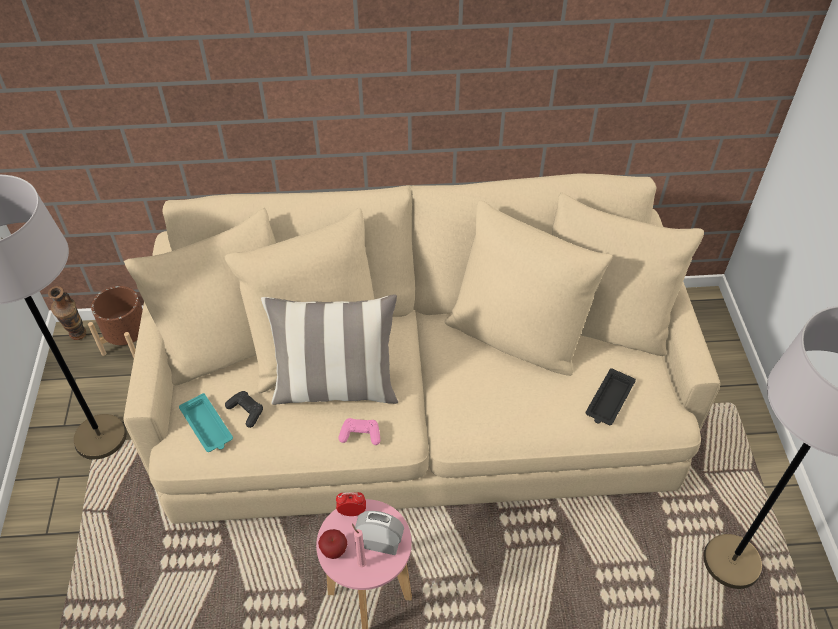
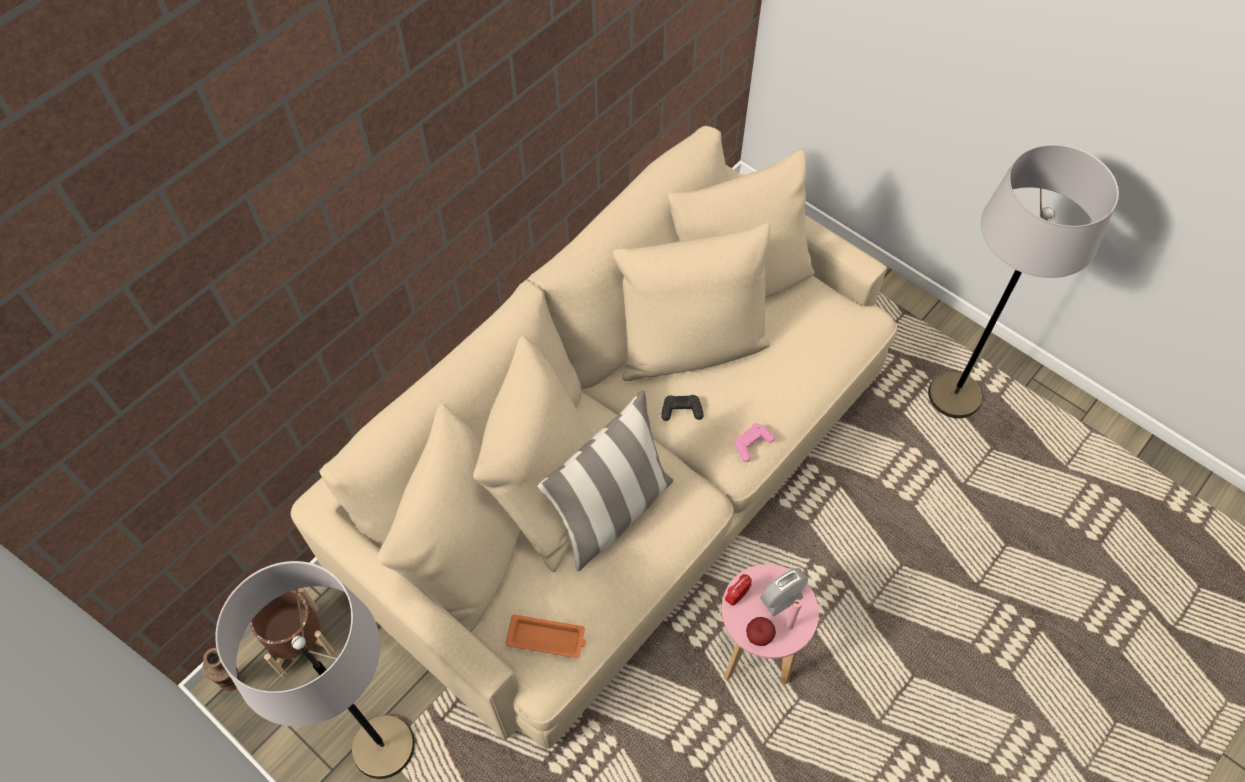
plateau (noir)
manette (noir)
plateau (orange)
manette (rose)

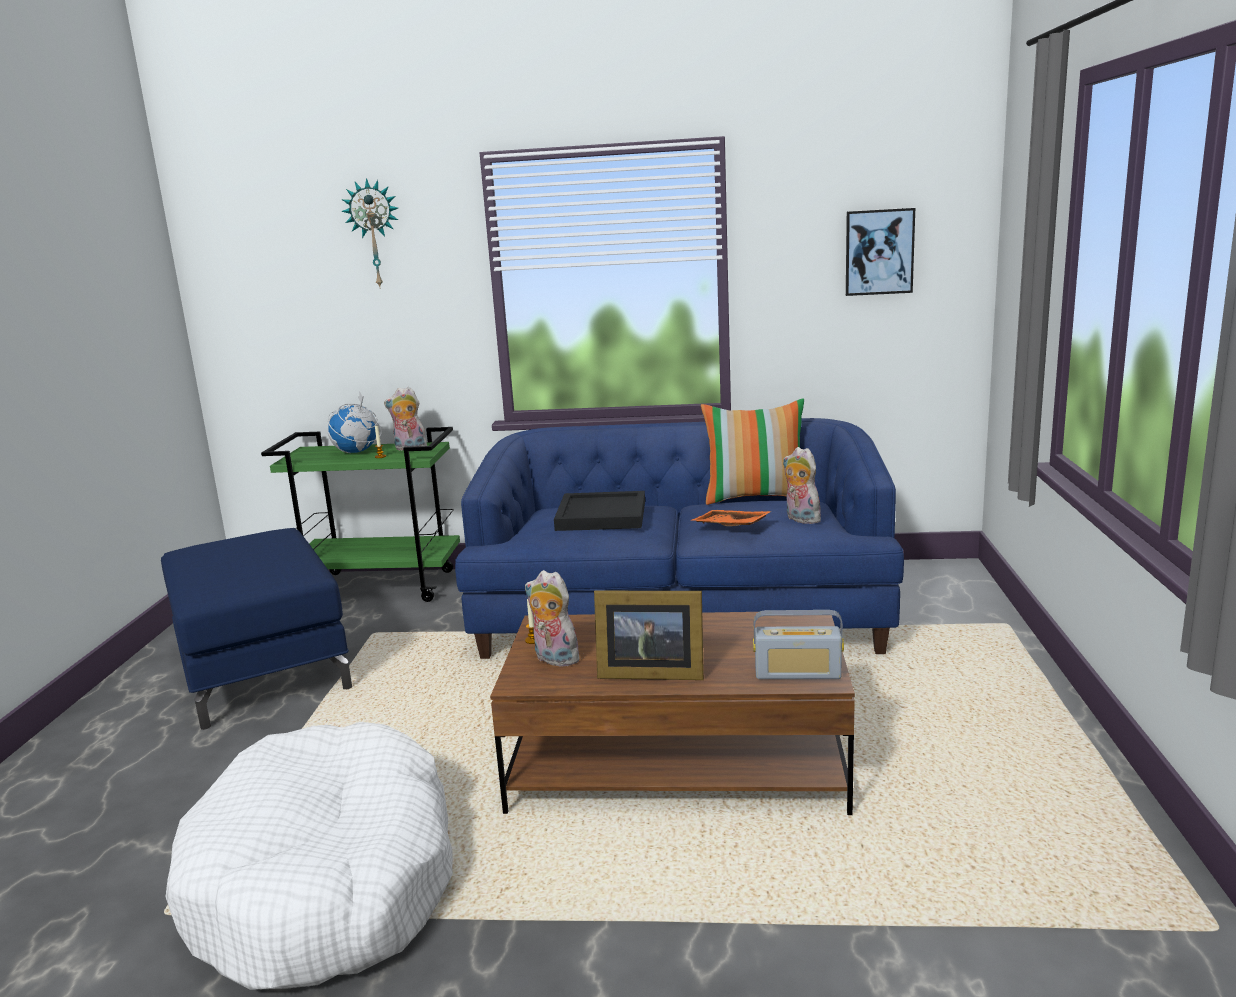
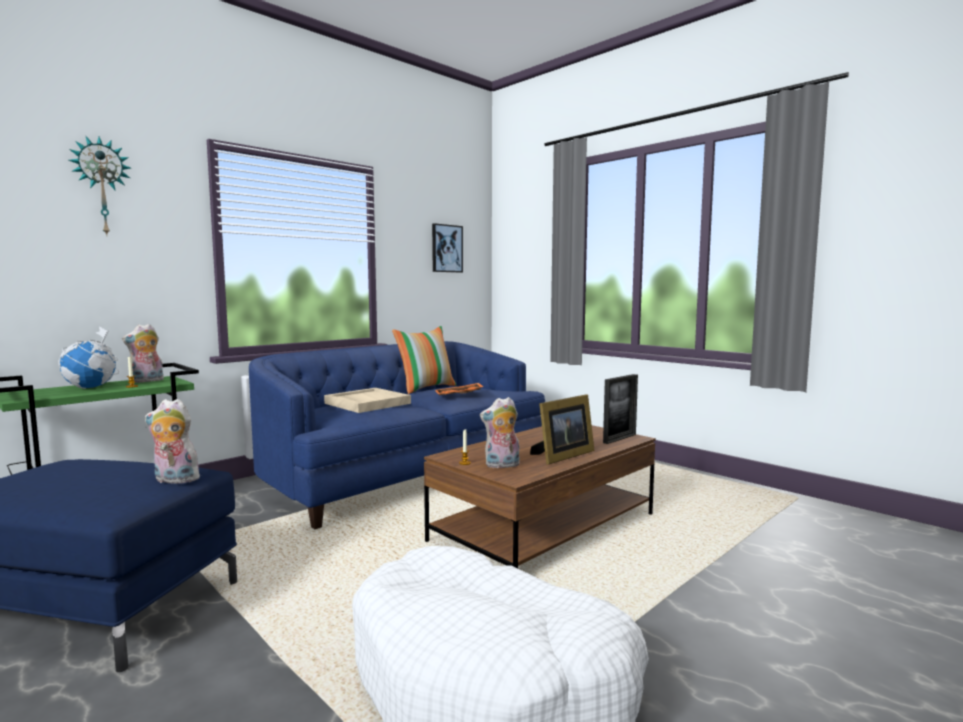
peluche (2nd from left)
plateau (beige)
cadre photo (2nd from left)

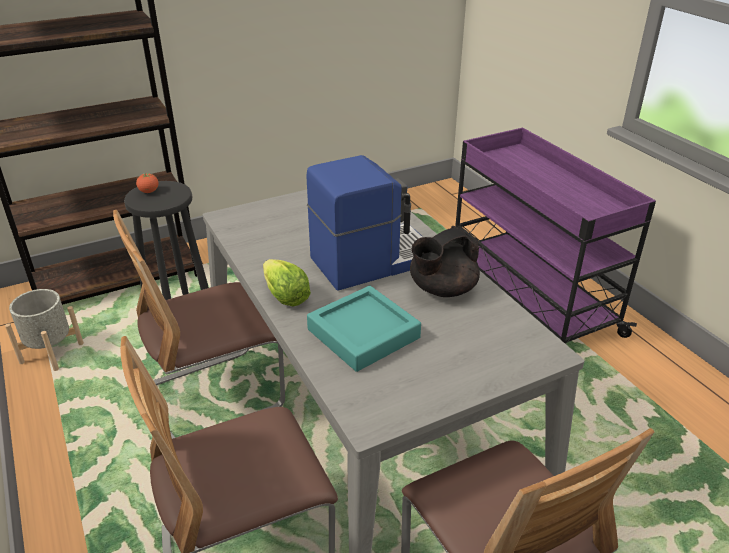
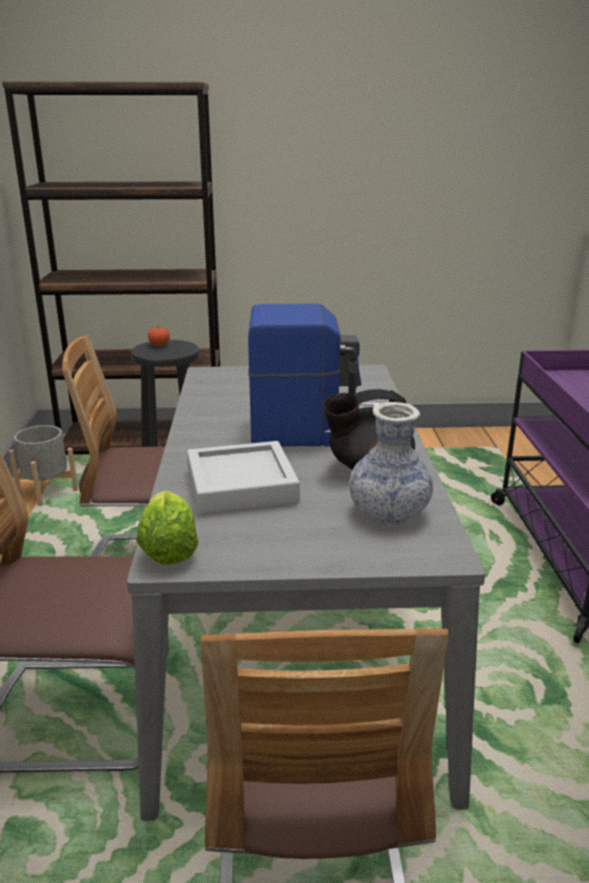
laitue
plateau (gris)
vase

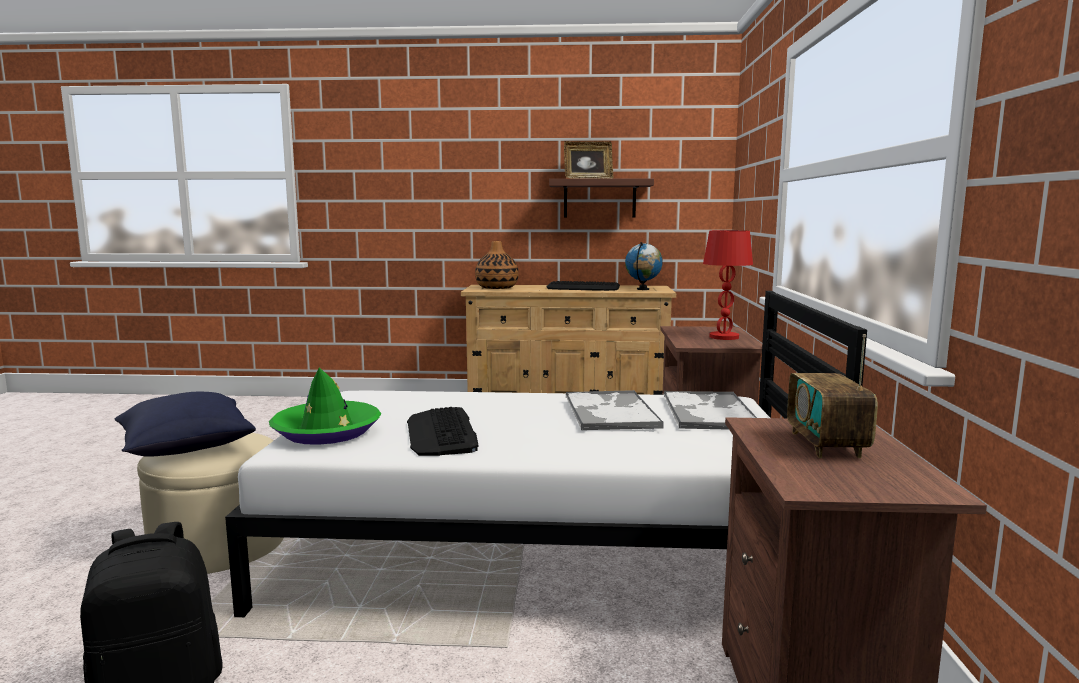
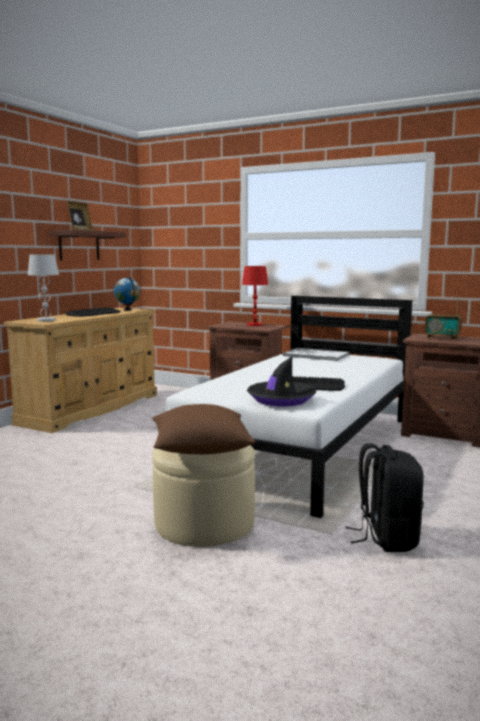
lampe de table (blanc)
chapeau (noir)
plateau (1st from left in the first image)
coussin (marron)

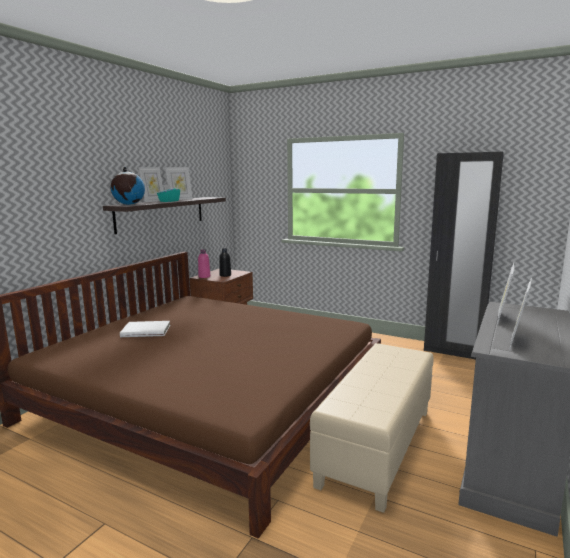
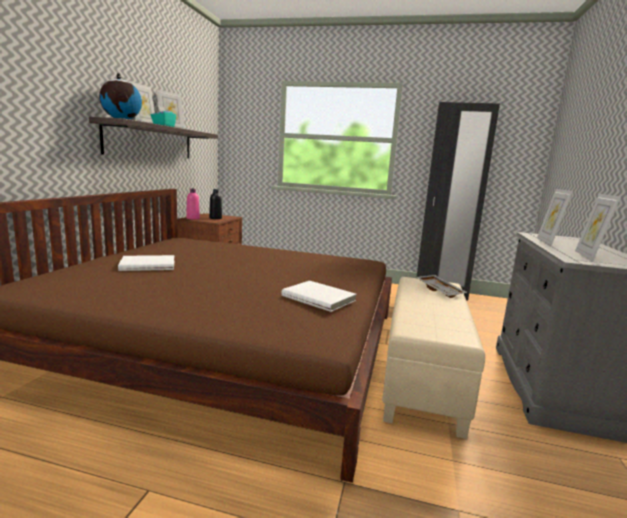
plateau (gris)
livre (blanc) (2nd from left)

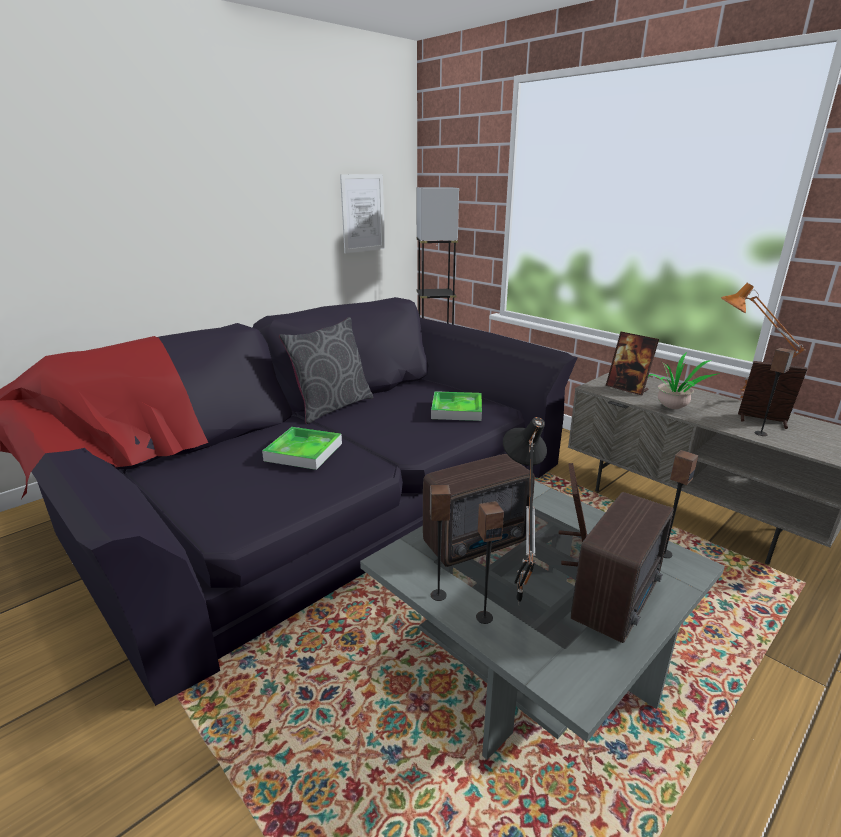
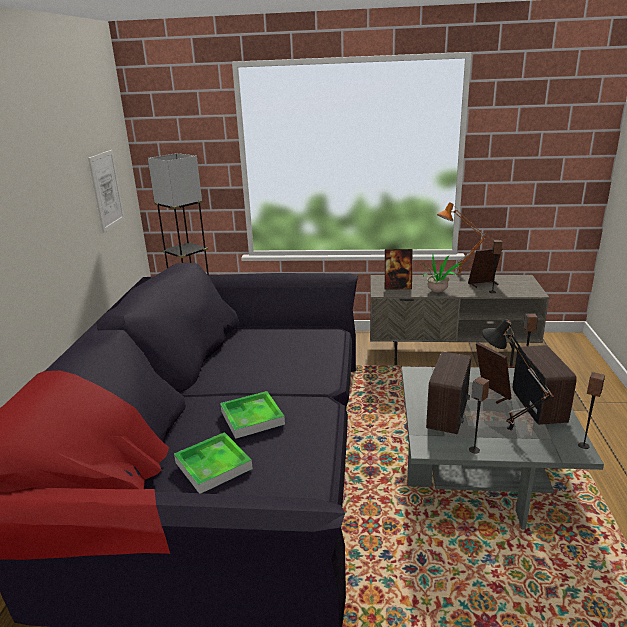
coussin (gris)
plateau (1st from left)
enceinte (4th from left)

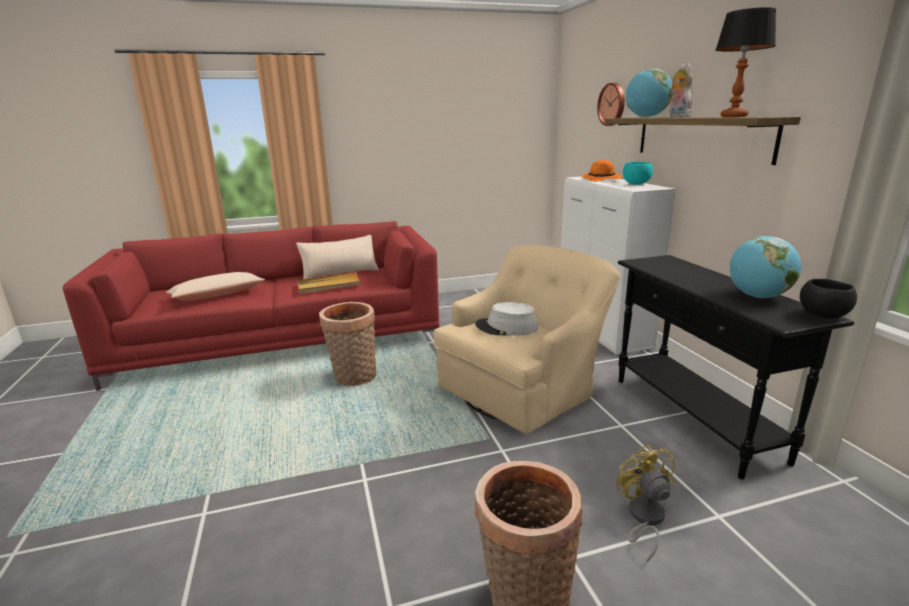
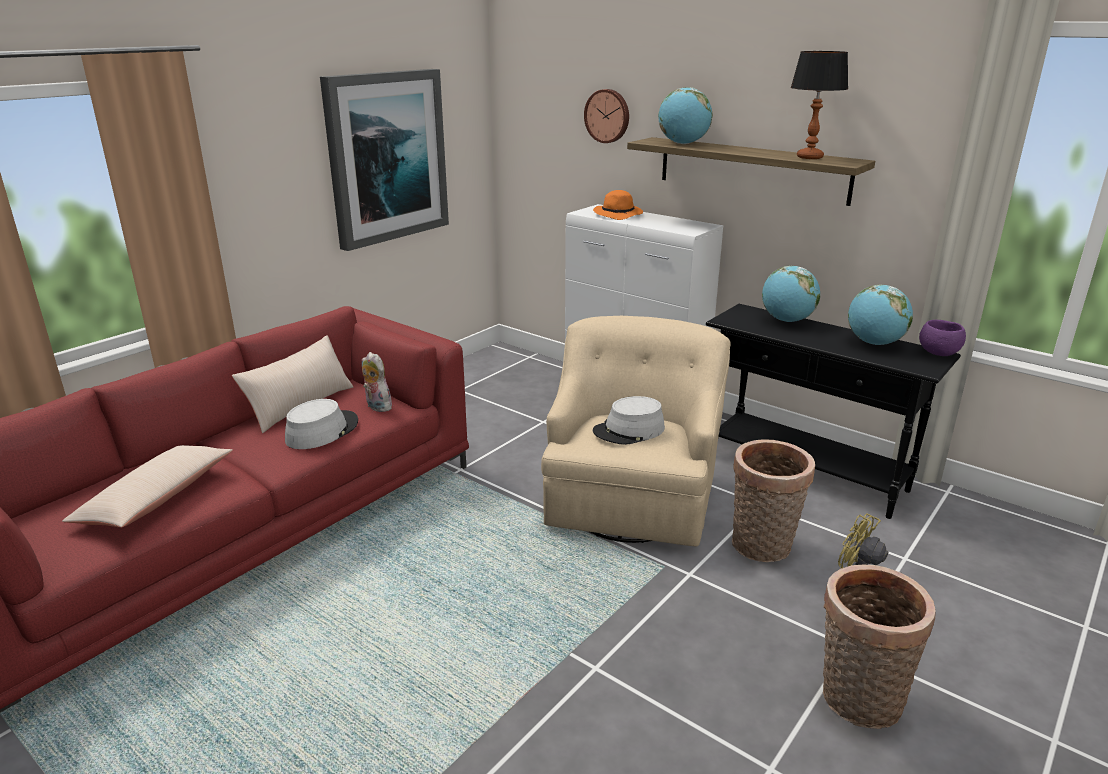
peluche
bol (turquoise)
chapeau (gris) (1st from left)
bol (violet)
panier (1st from left)
tableau
globe (2nd from left)

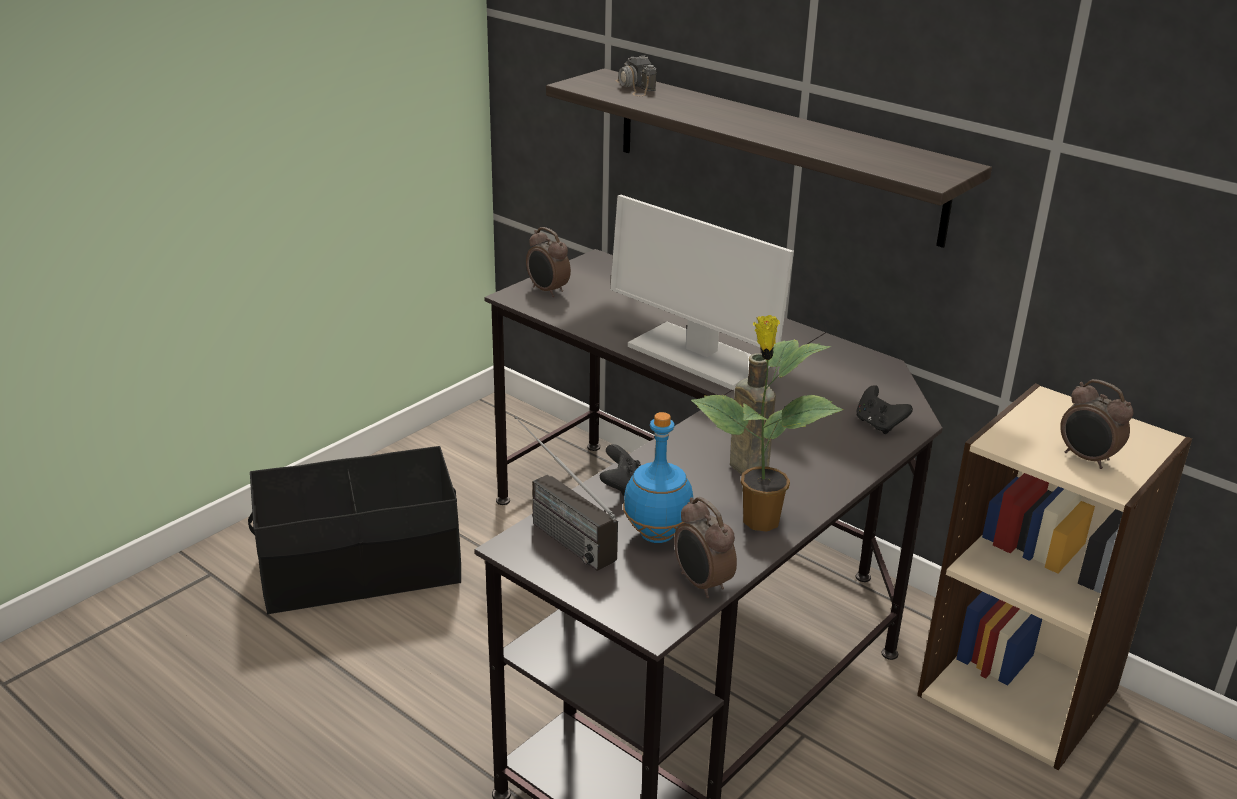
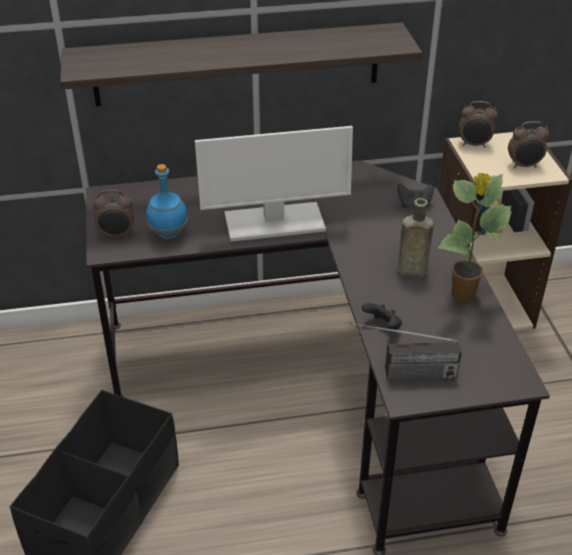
appareil photo
bouteille (bleu)
réveil (2nd from left)

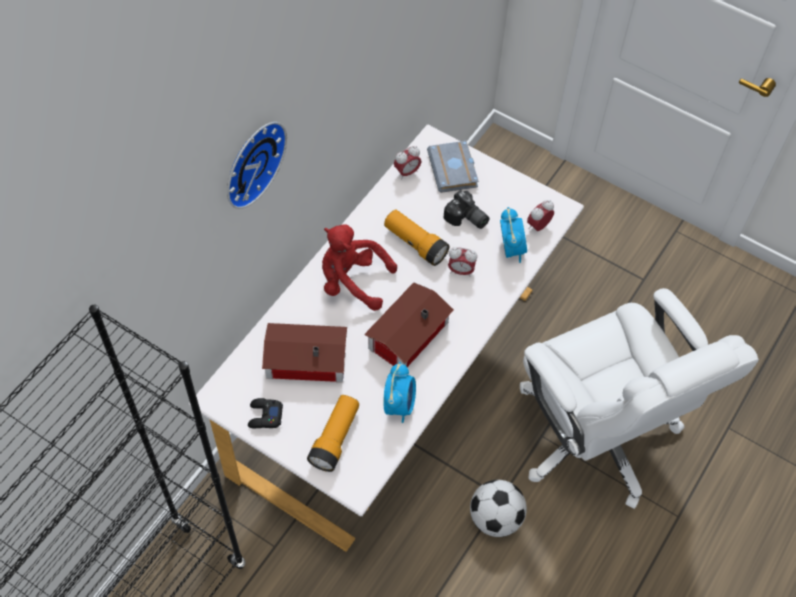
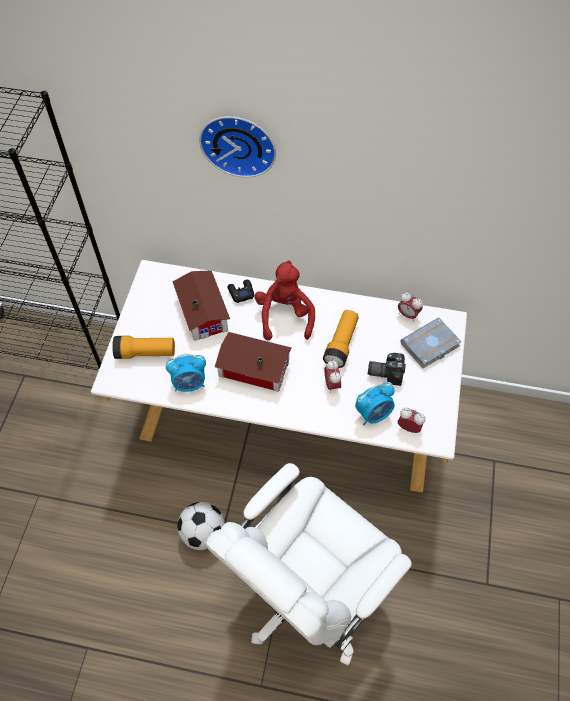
appareil photo
manette (noir)

